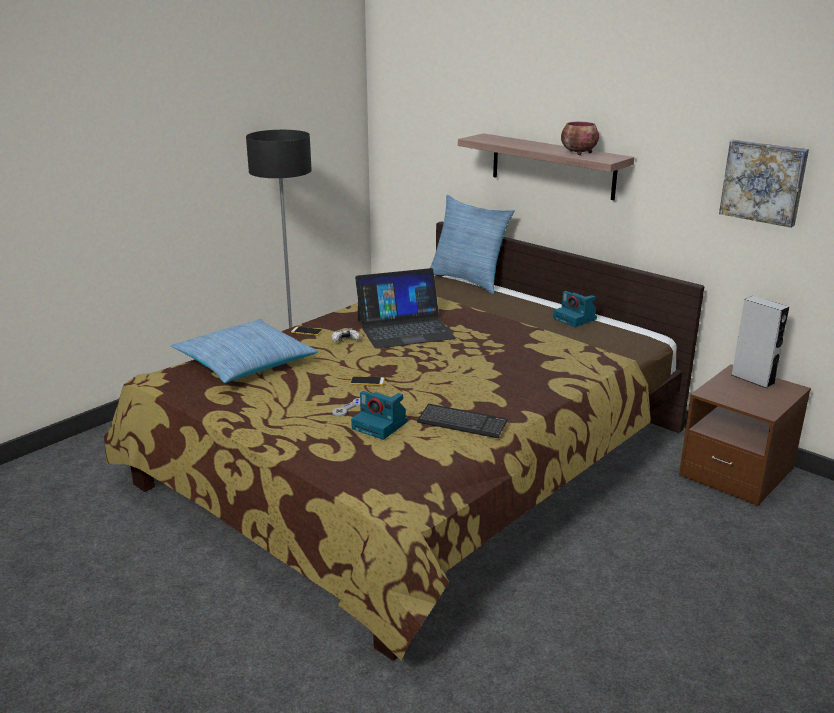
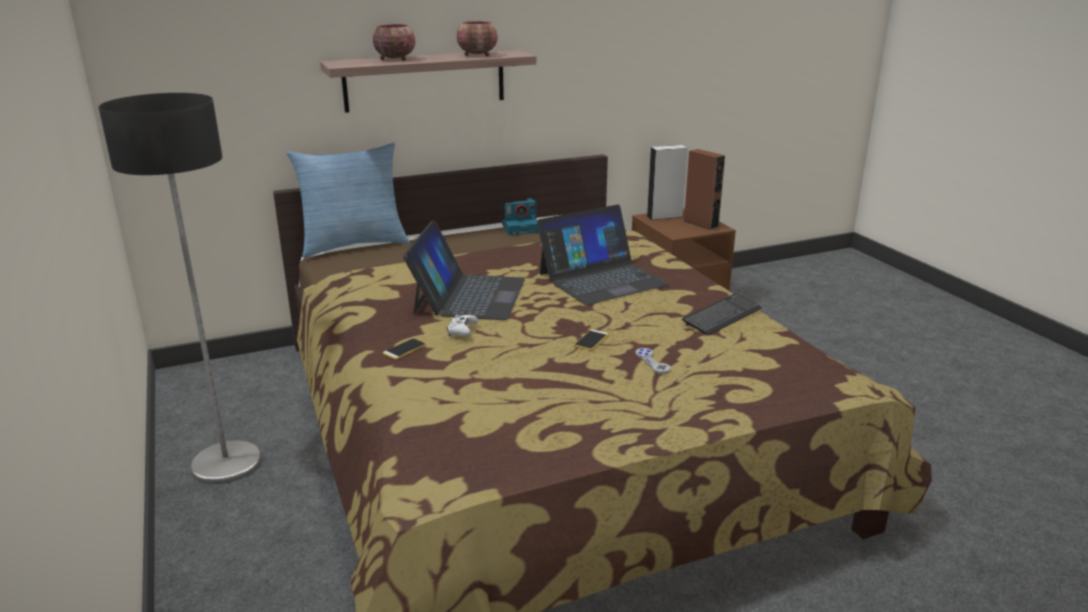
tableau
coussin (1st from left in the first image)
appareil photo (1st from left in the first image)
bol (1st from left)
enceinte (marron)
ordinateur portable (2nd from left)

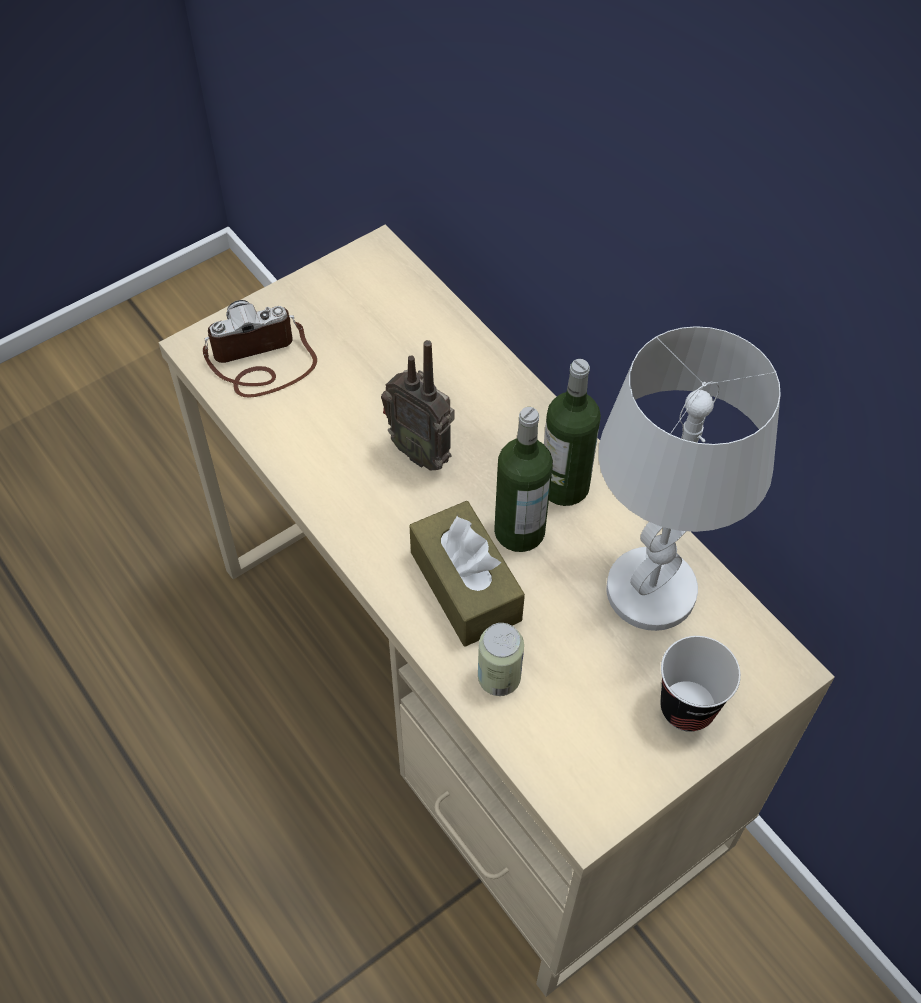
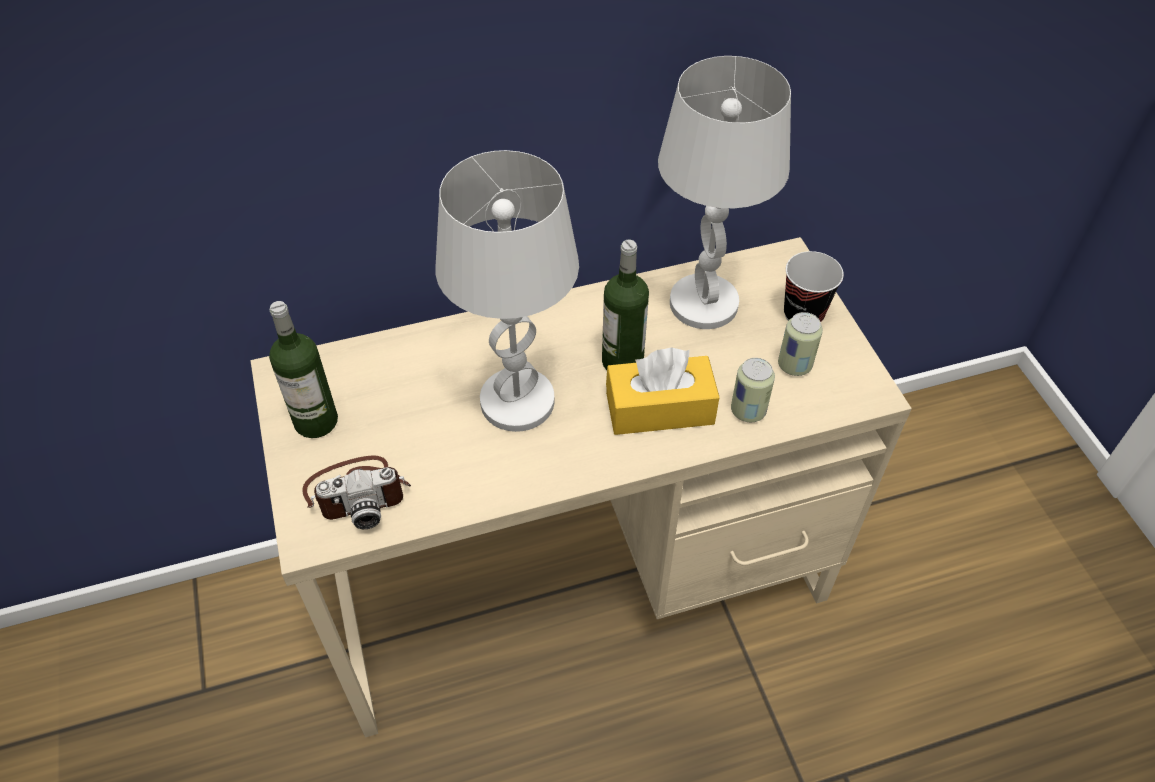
appareil photo
lampe de table (blanc) (1st from left)
bouteille (1st from left)
boîte à mouchoirs (jaune)
boîte métallique (2nd from left)

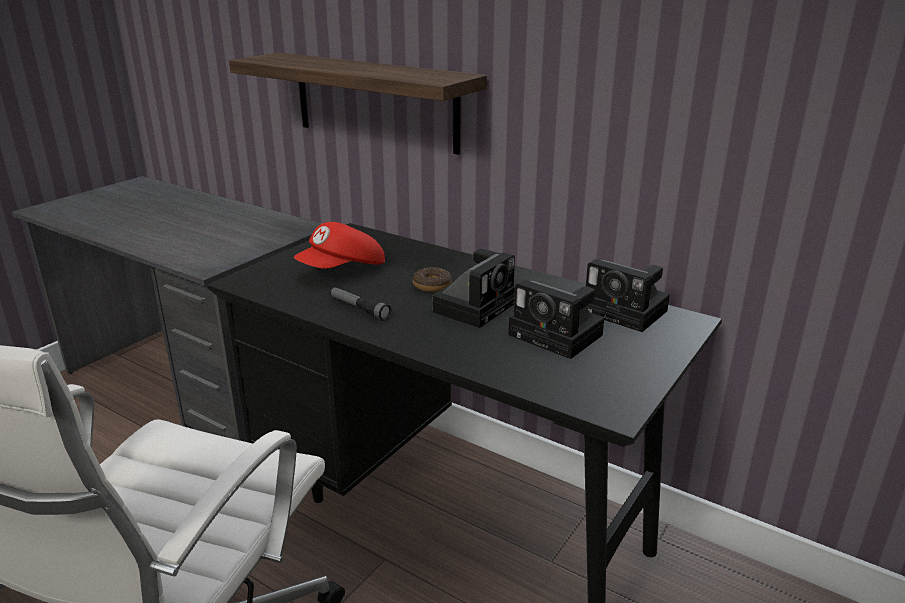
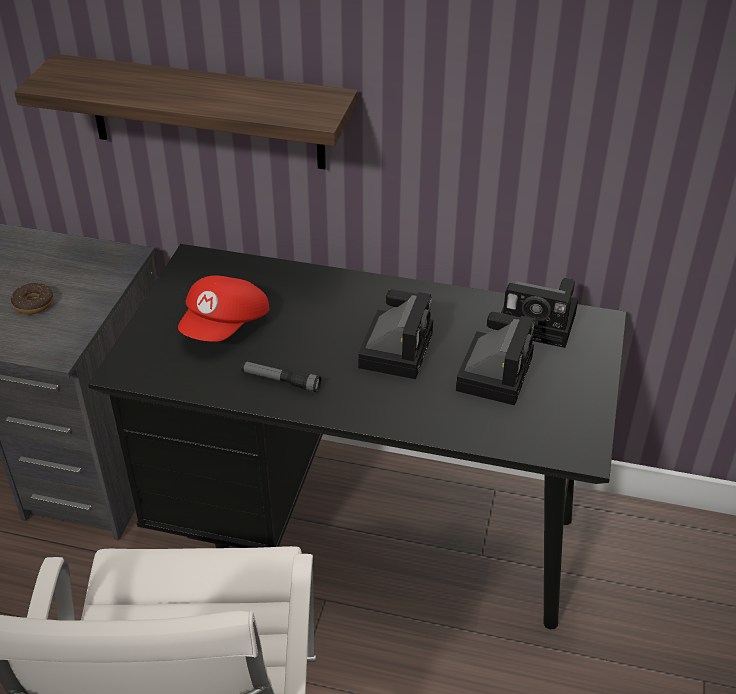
beignet
appareil photo (2nd from left)

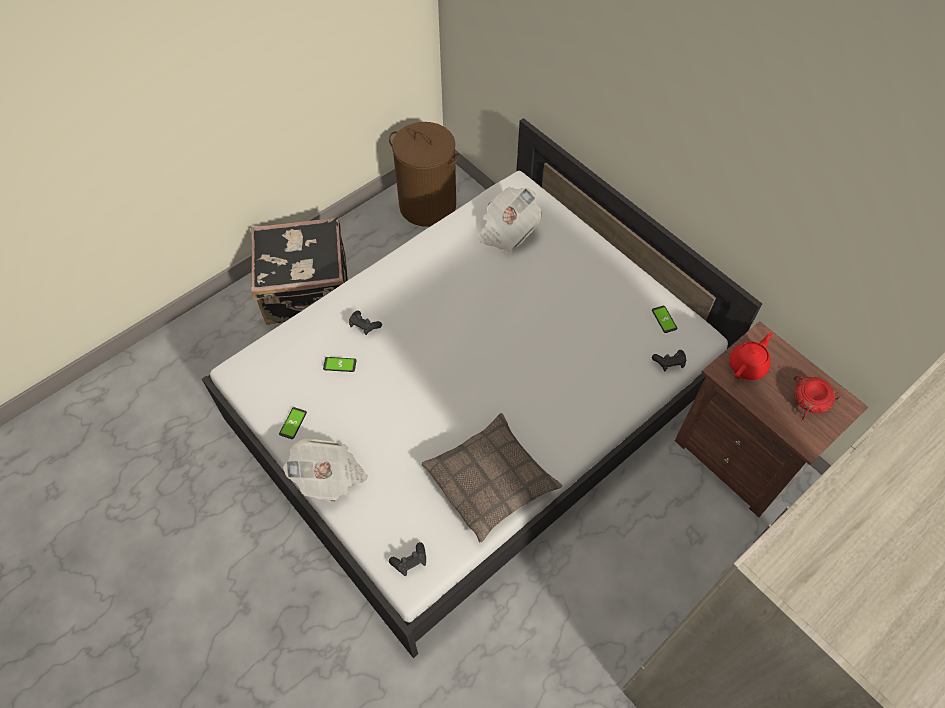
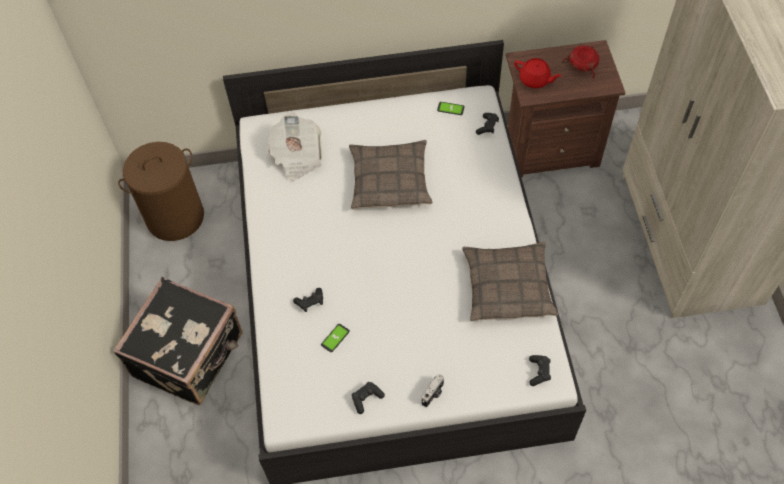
théière (rouge)
manette (noir) (2nd from left)
appareil photo
coussin (1st from left)

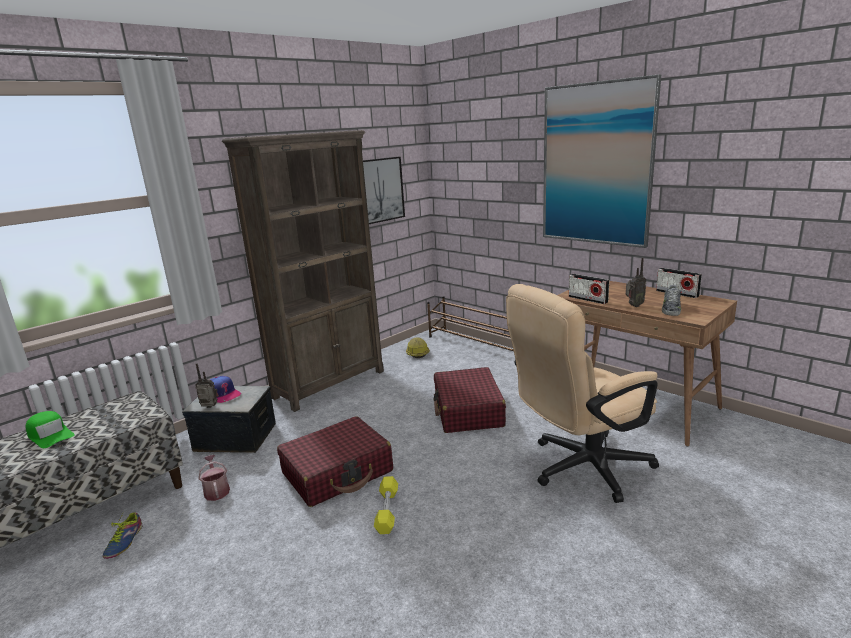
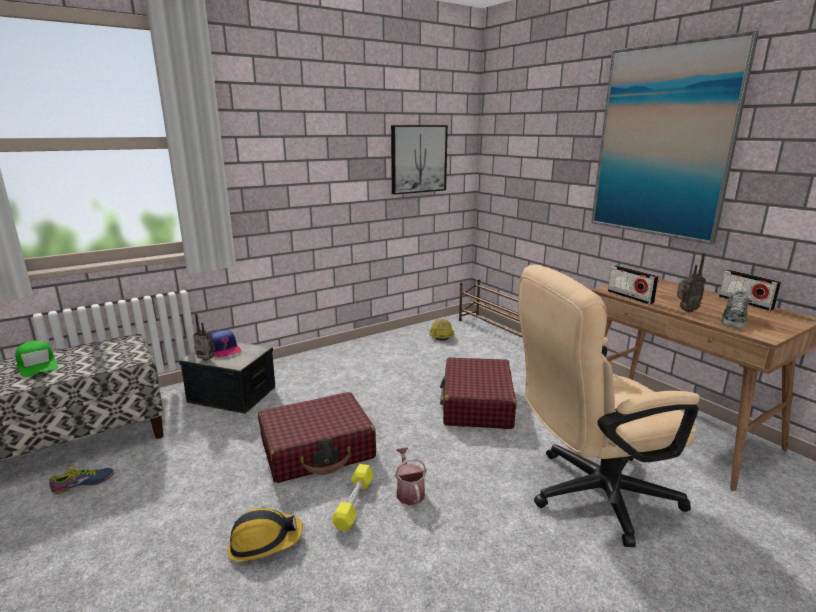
bibliothèque (marron)
arrosoir
chaussure (1st from left)
casque de chantier (1st from left)

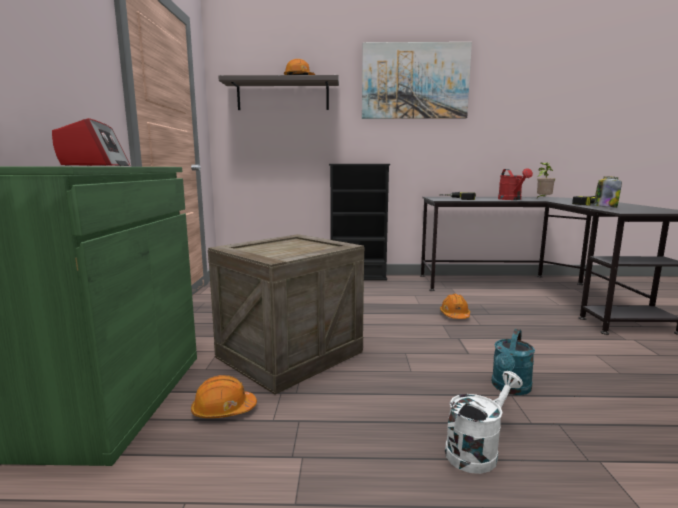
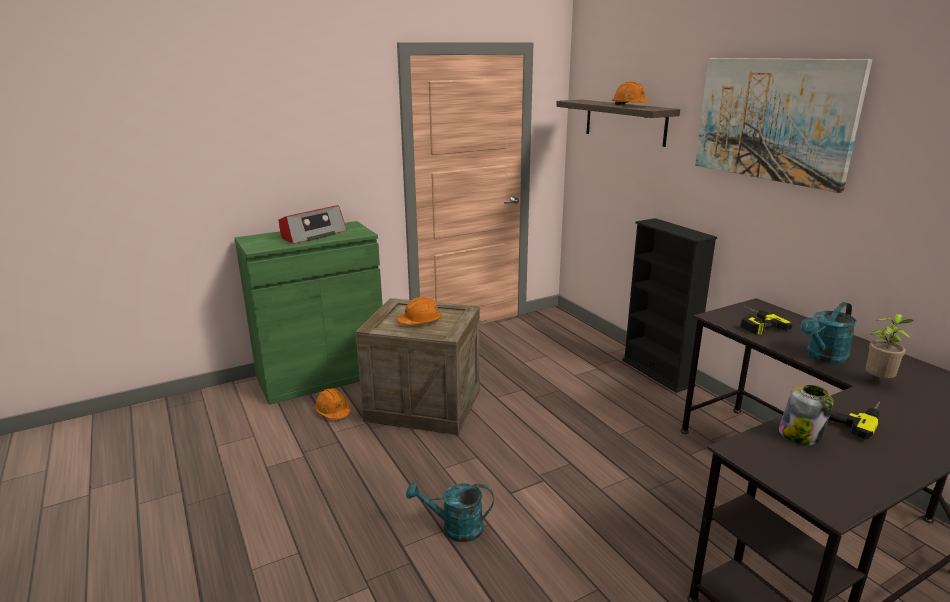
arrosoir (turquoise) (2nd from left)
casque de chantier (orange) (2nd from left)
arrosoir (blanc)

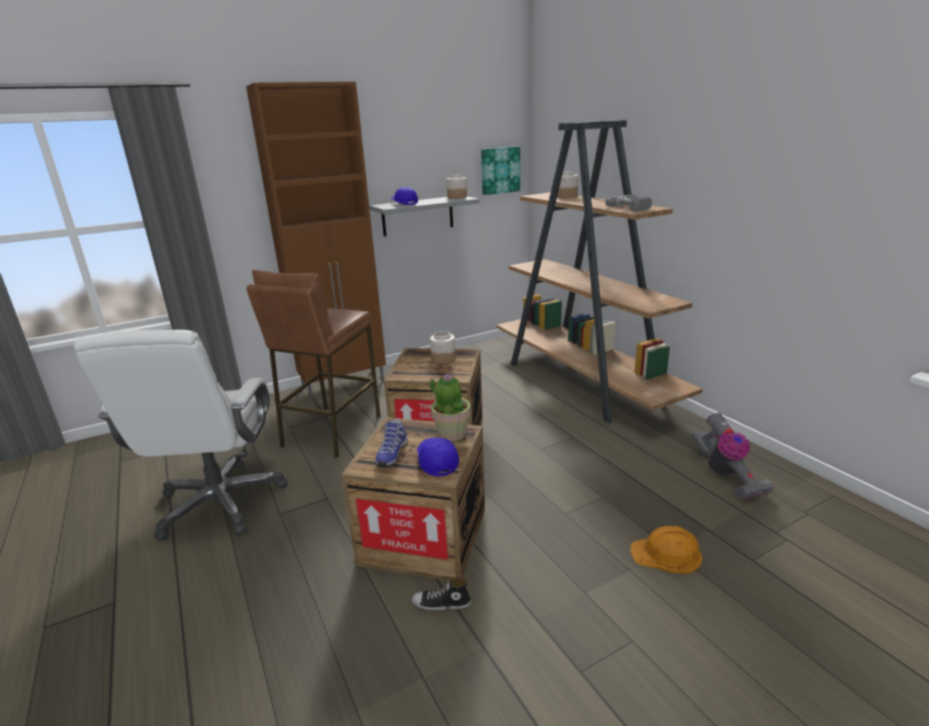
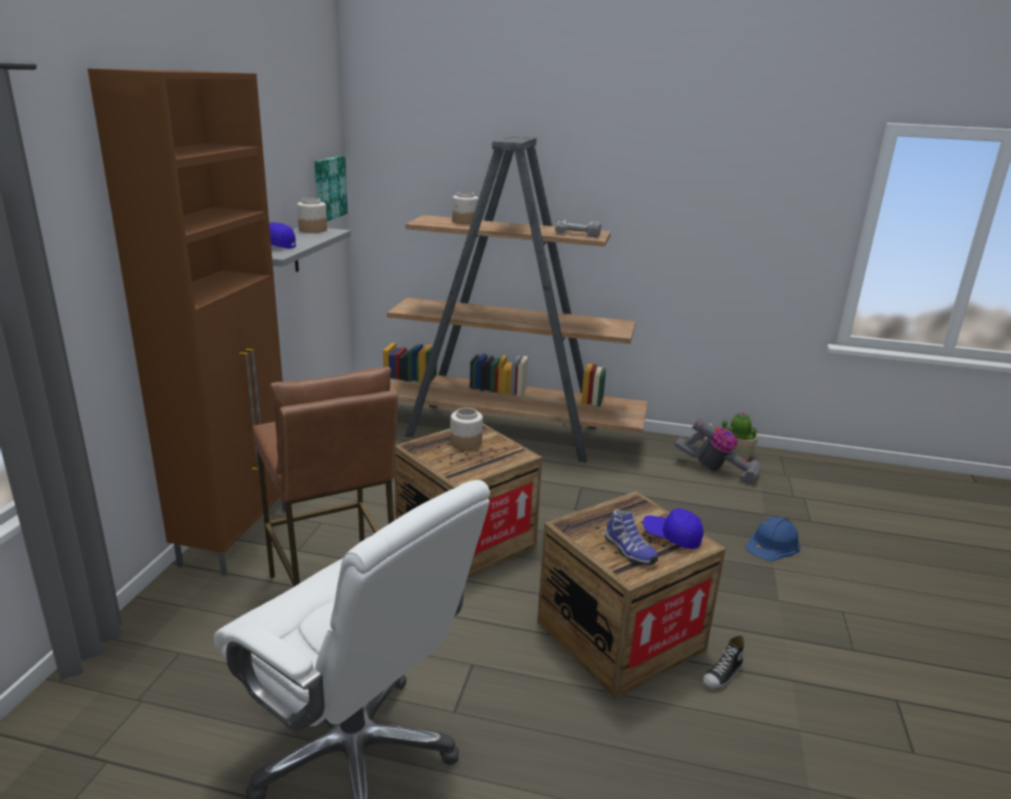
plante en pot
casque de chantier (bleu)

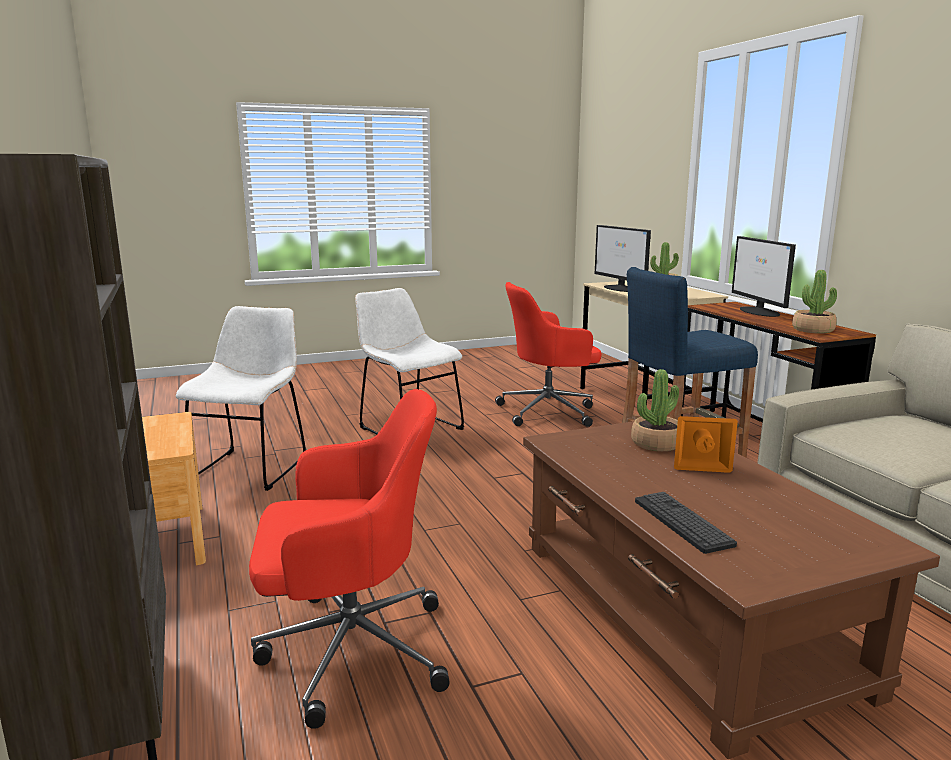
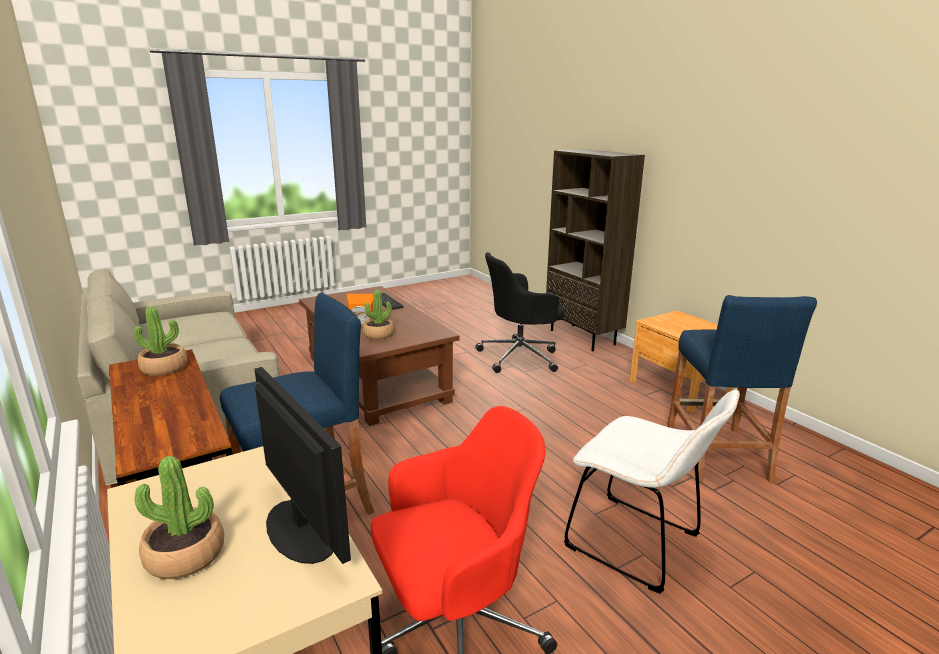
écran d'ordinateur (2nd from left in the first image)
tabouret (bleu) (2nd from left)
chaise de bureau (noir)

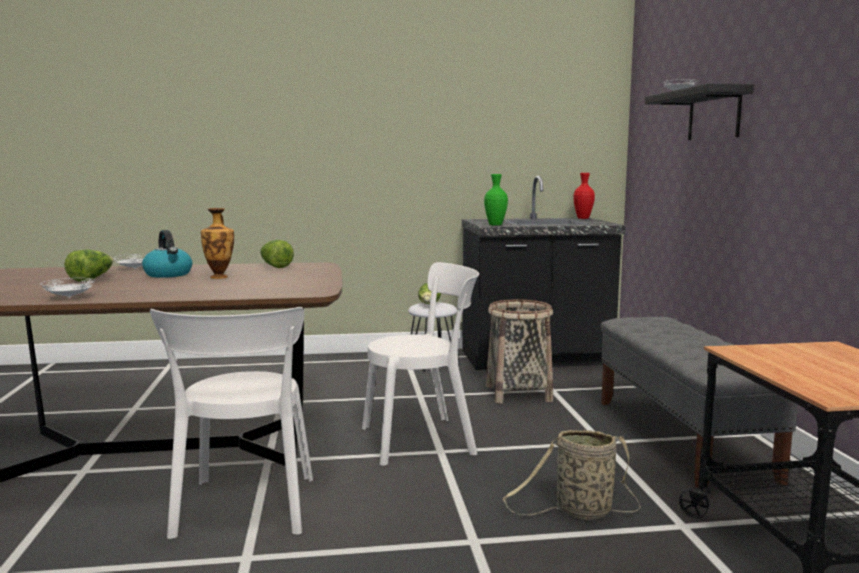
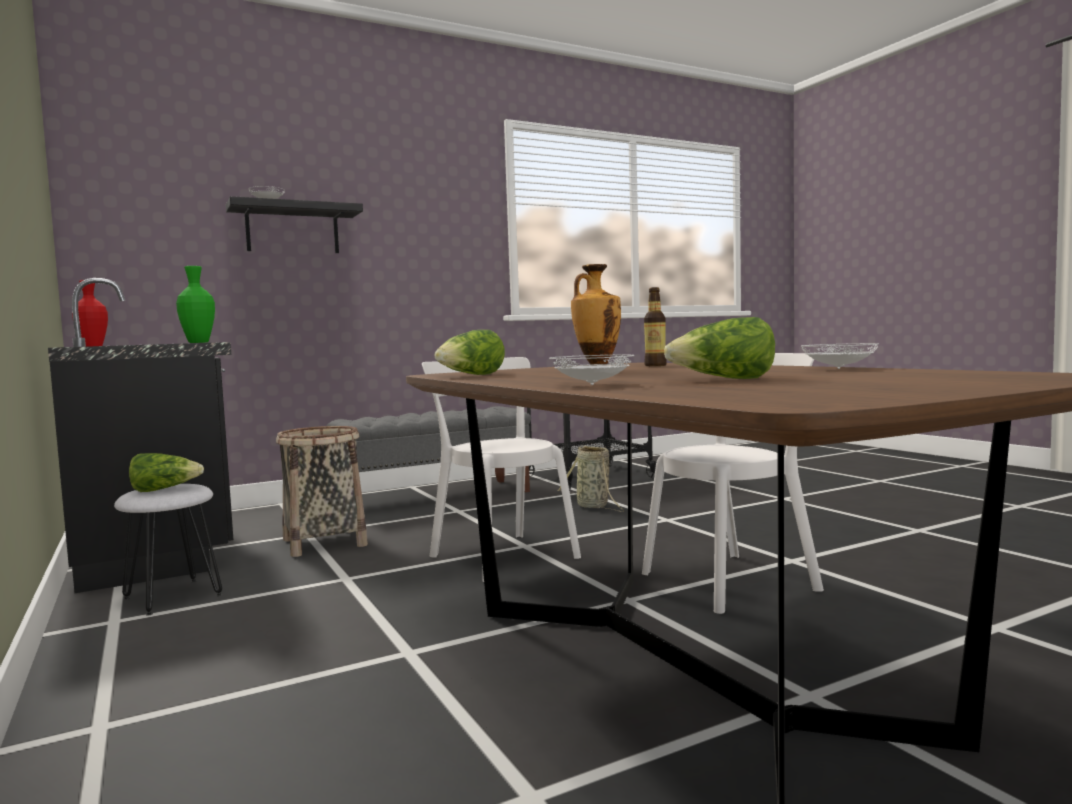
bouilloire
bouteille

